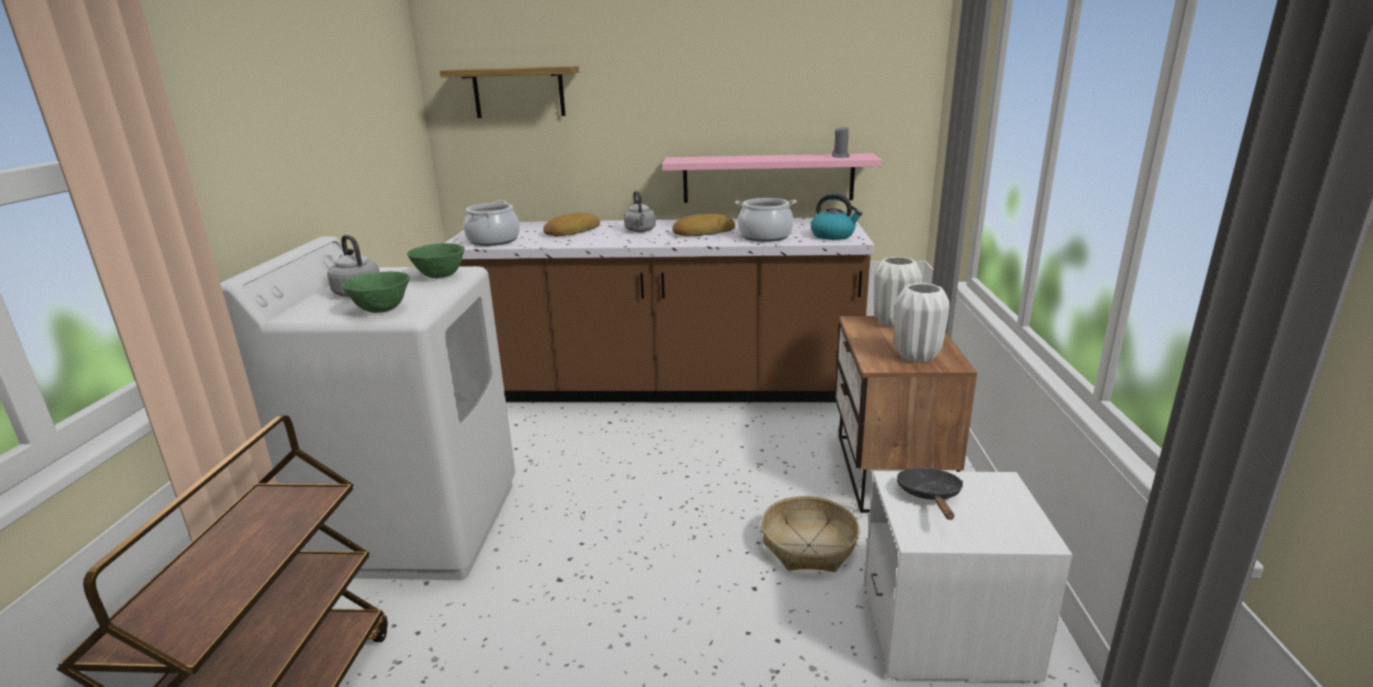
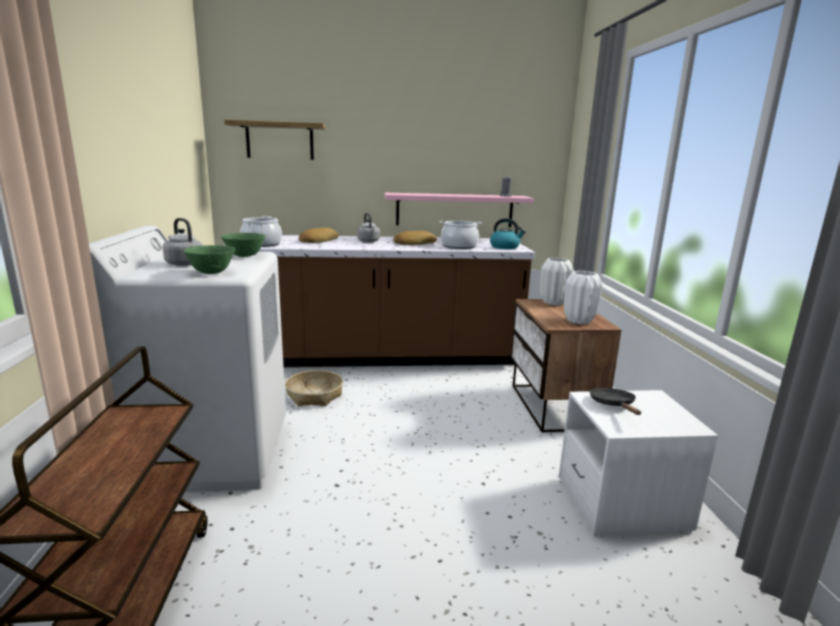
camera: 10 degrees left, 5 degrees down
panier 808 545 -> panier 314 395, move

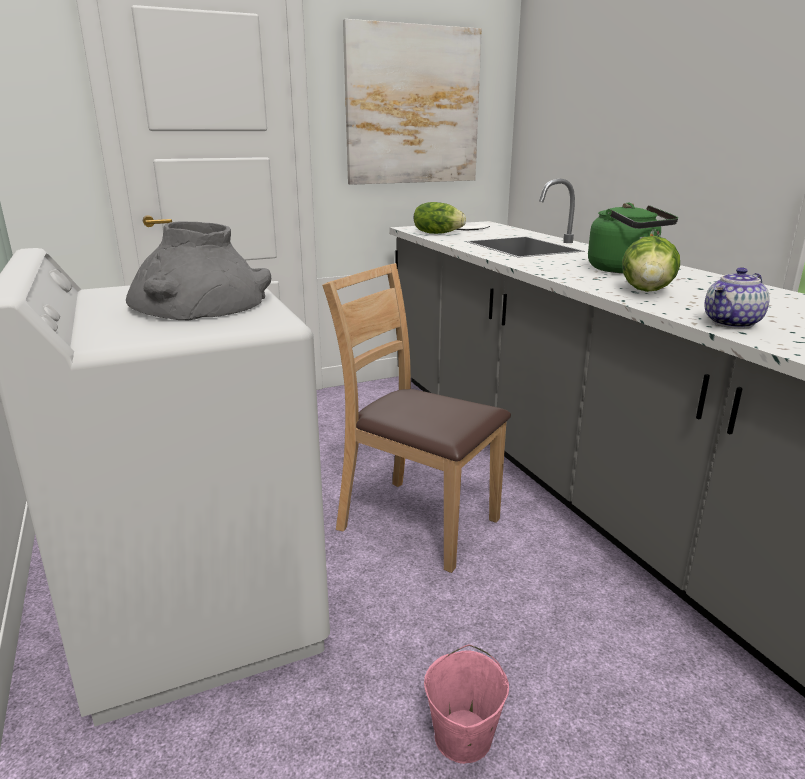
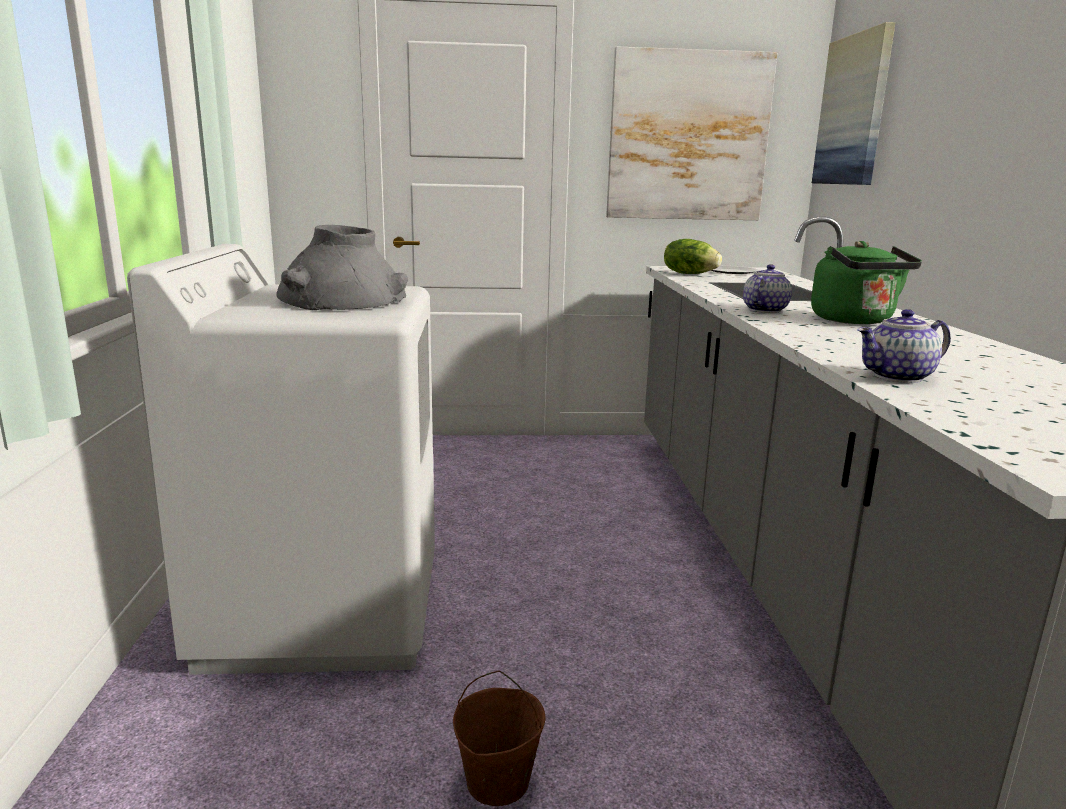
camera: 20 degrees right, 5 degrees down
chaise/marron 417 522 -> none
laitue 647 291 -> none
none -> théière 764 310
none -> tableau 853 111
seau/rose 463 738 -> seau/marron 497 782

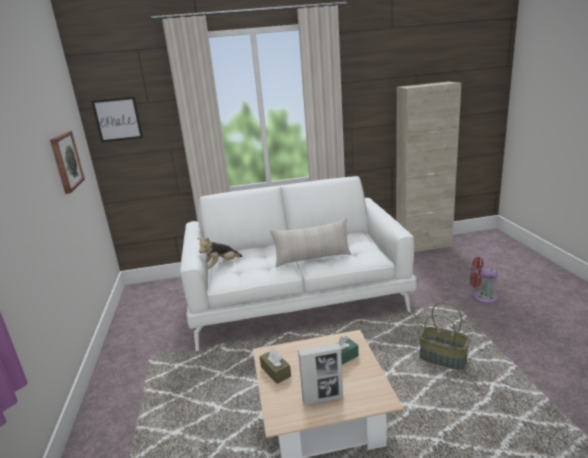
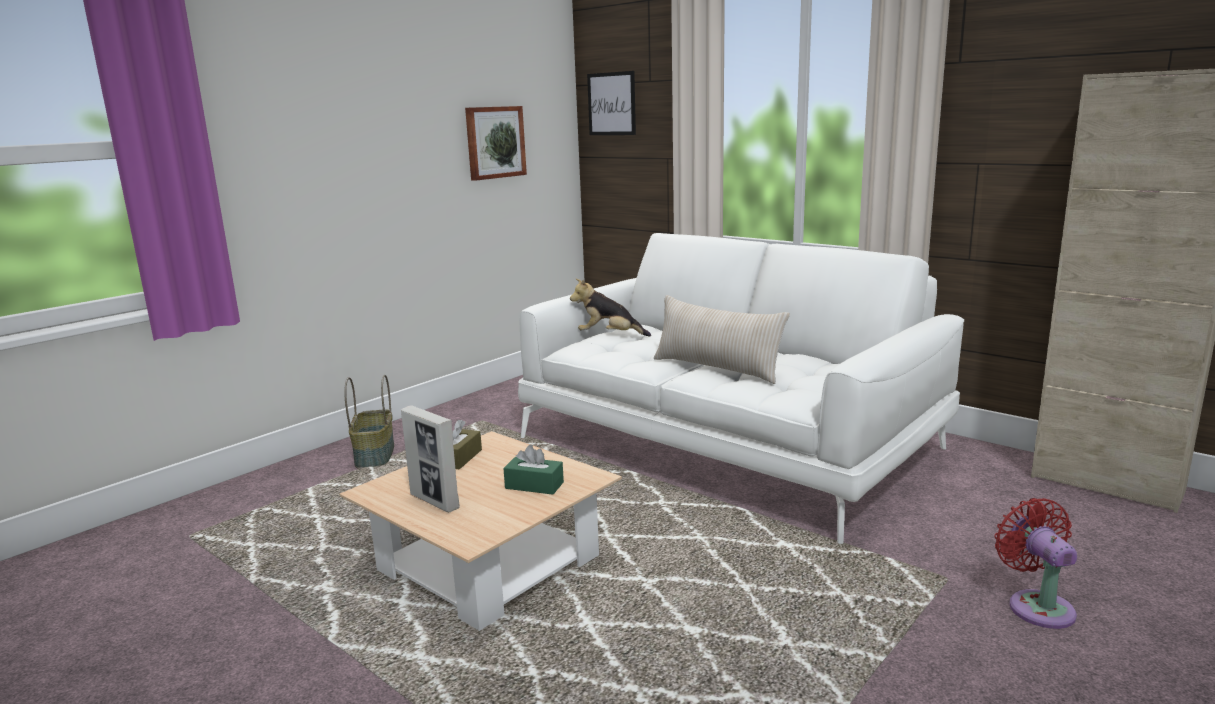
camera: 50 degrees right, 5 degrees down
panier 443 358 -> panier 376 455, move

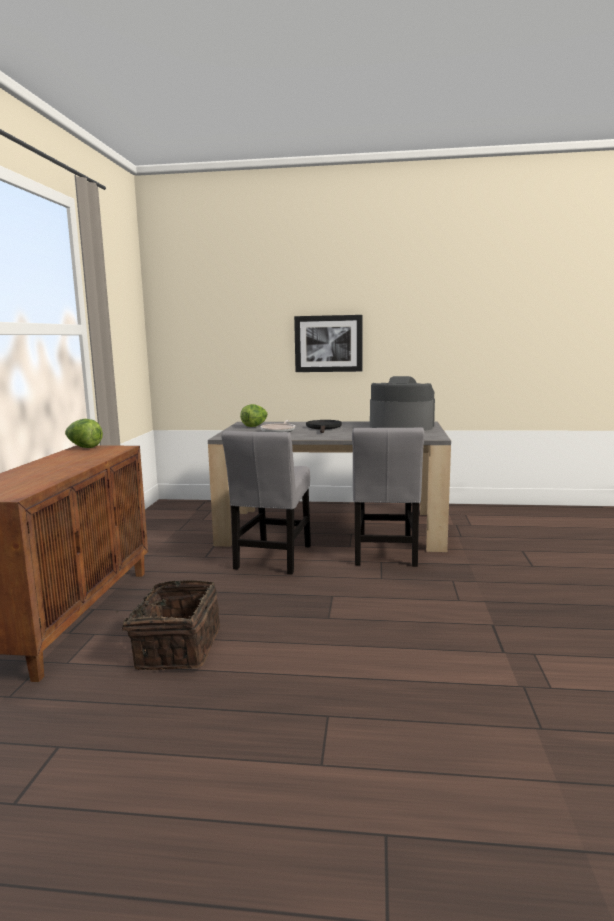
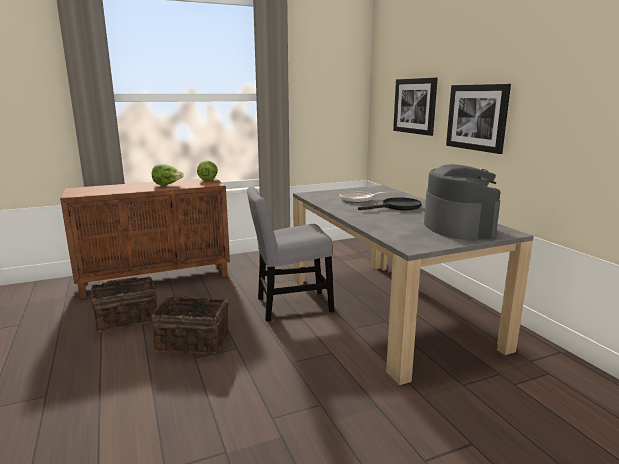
camera: 60 degrees right, 5 degrees up
chaise/gris 385 553 -> none
none -> panier 194 341
none -> tableau 415 106
laitue 255 426 -> laitue 167 185, move

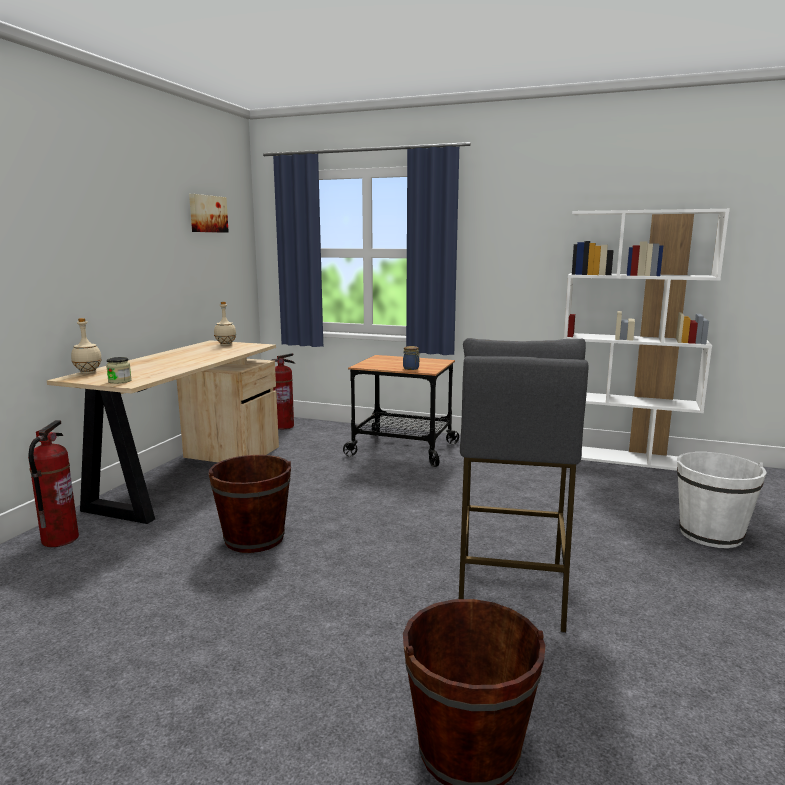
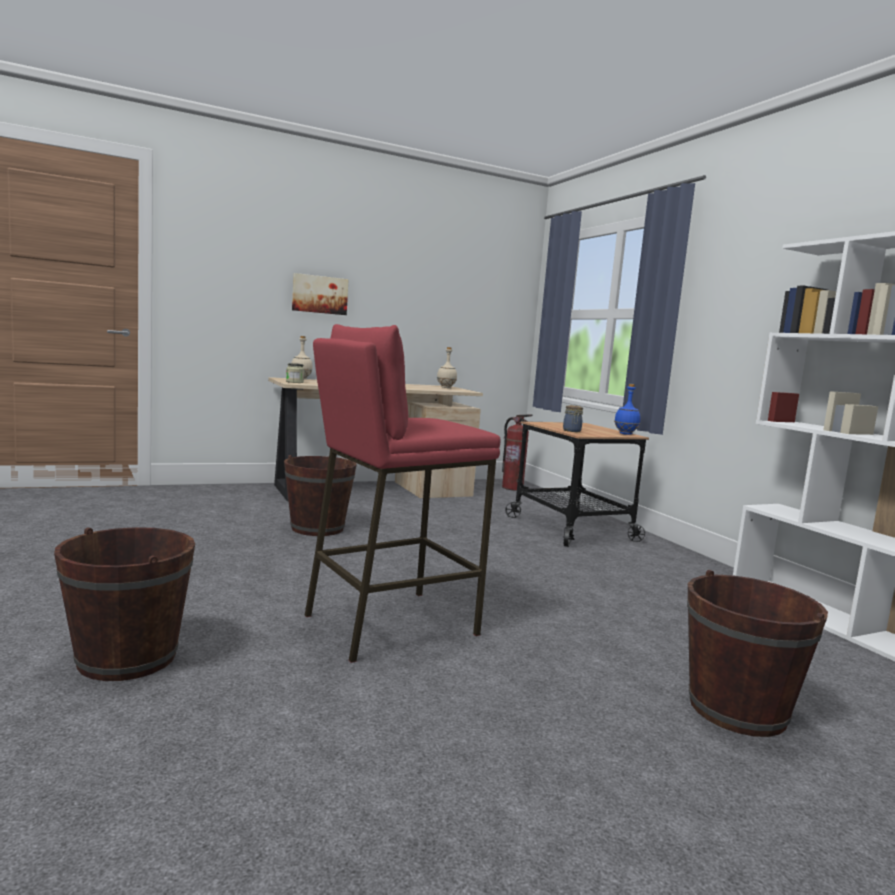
camera: 45 degrees right, 5 degrees down
extincteur 60 539 -> none
none -> bouteille/bleu 625 434
tableau 207 214 -> tableau 319 294, move
tabouret/gris 509 589 -> tabouret/rouge 389 624
seau/blanc 710 534 -> seau/marron 737 710

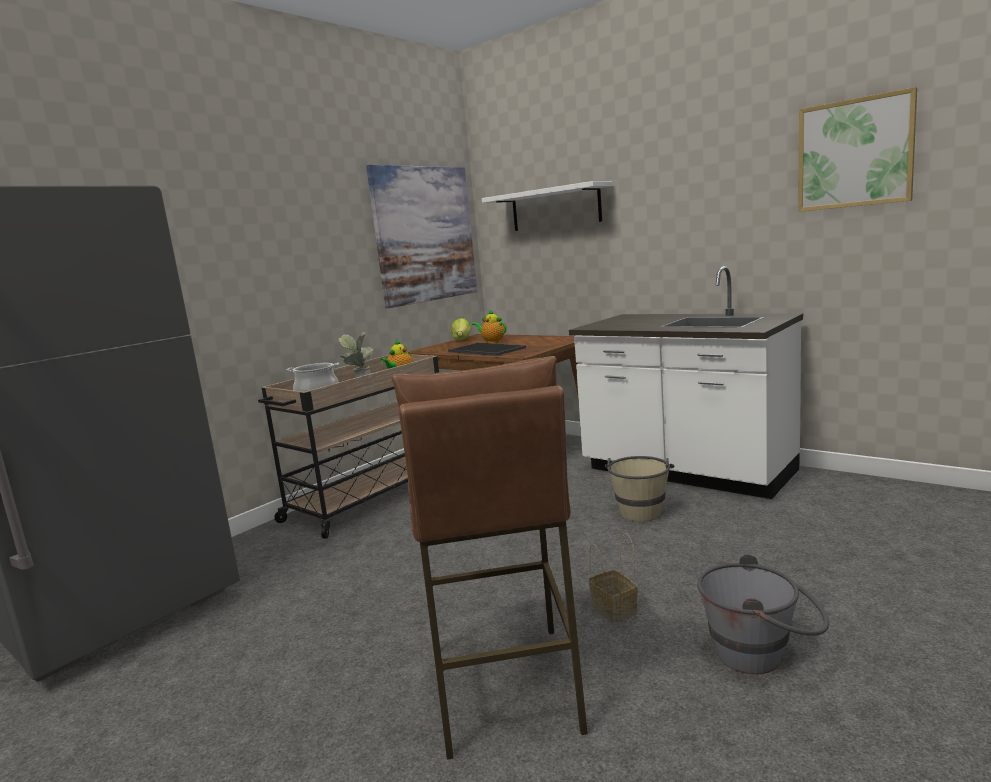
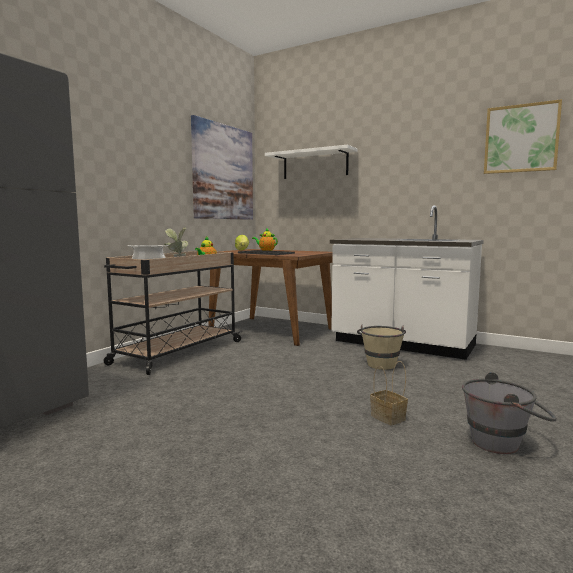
camera: 10 degrees left, 5 degrees down
tabouret/marron 503 687 -> none

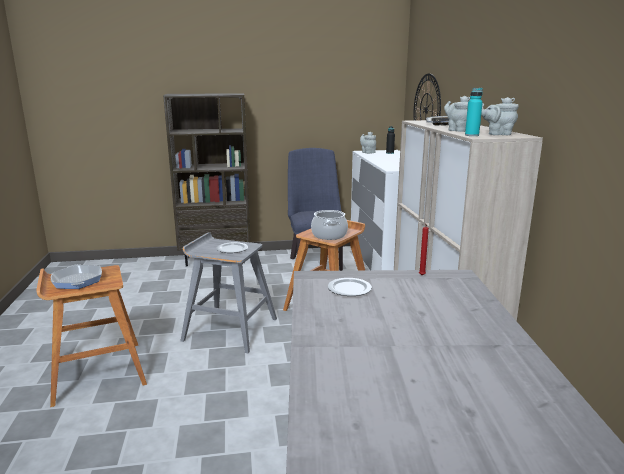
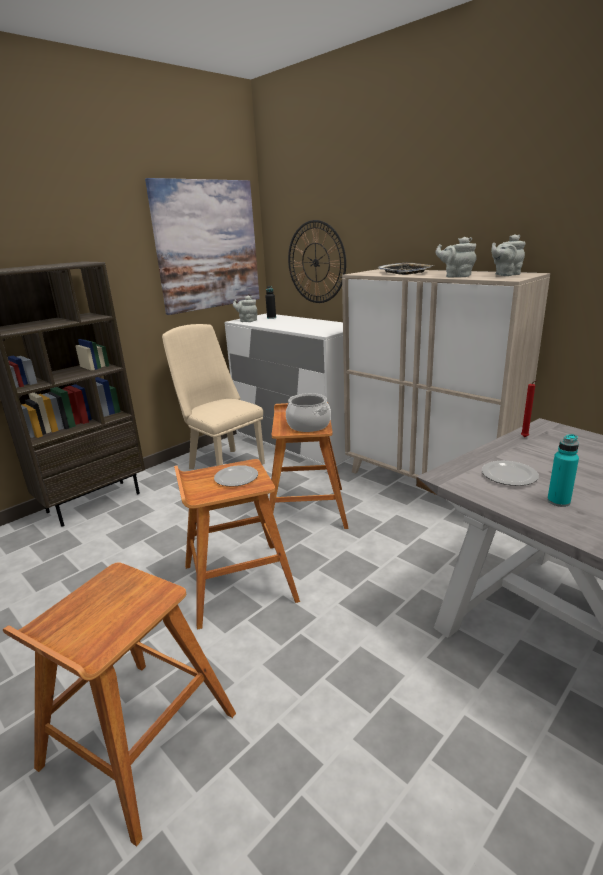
camera: 35 degrees left, 5 degrees up
poêle 77 281 -> none
none -> tableau 207 245
bouteille/turquoise 471 135 -> bouteille/turquoise 558 501, move
tabouret/gris 229 329 -> tabouret/marron 237 583
chaise/bleu 315 262 -> chaise/beige 223 464

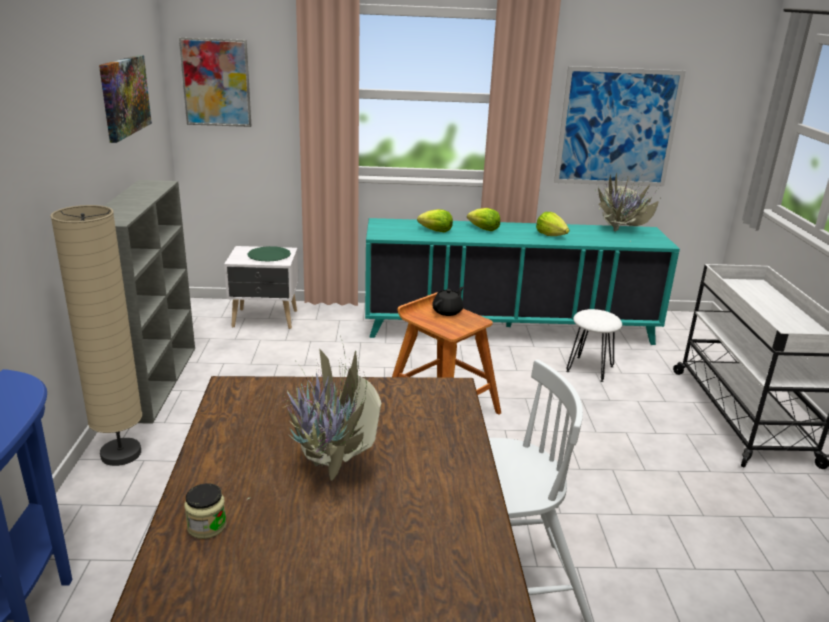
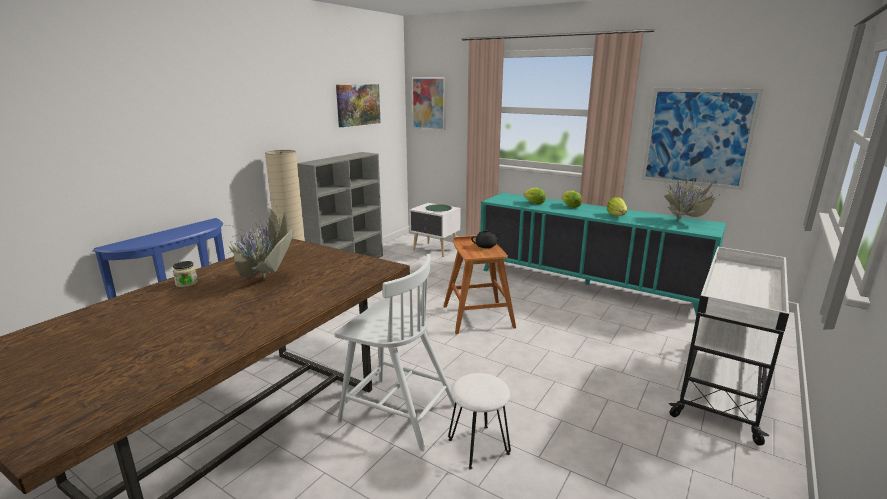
camera: 35 degrees right, 5 degrees down
tabouret/blanc 589 369 -> tabouret/blanc 478 446, move

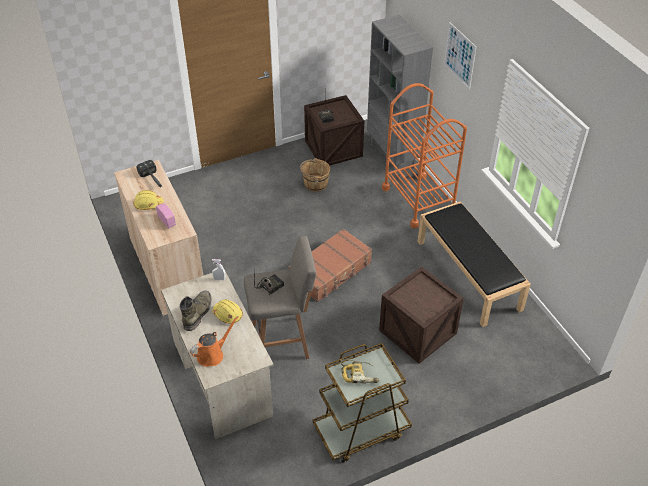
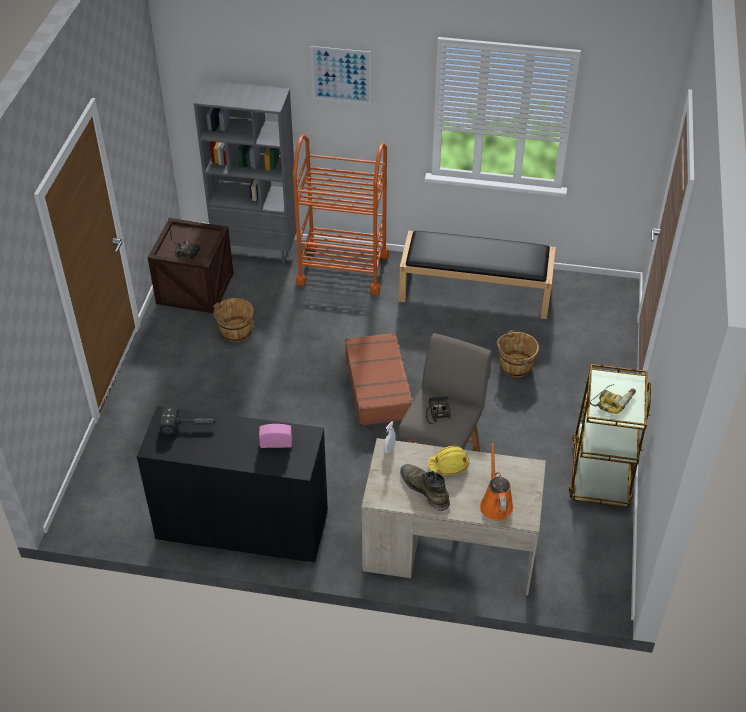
camera: 55 degrees left, 0 degrees up
casque de chantier/jaune 148 204 -> none
caisse 418 331 -> seau/marron 515 366
meuble de rangement/beige 168 269 -> meuble de rangement/noir 242 526

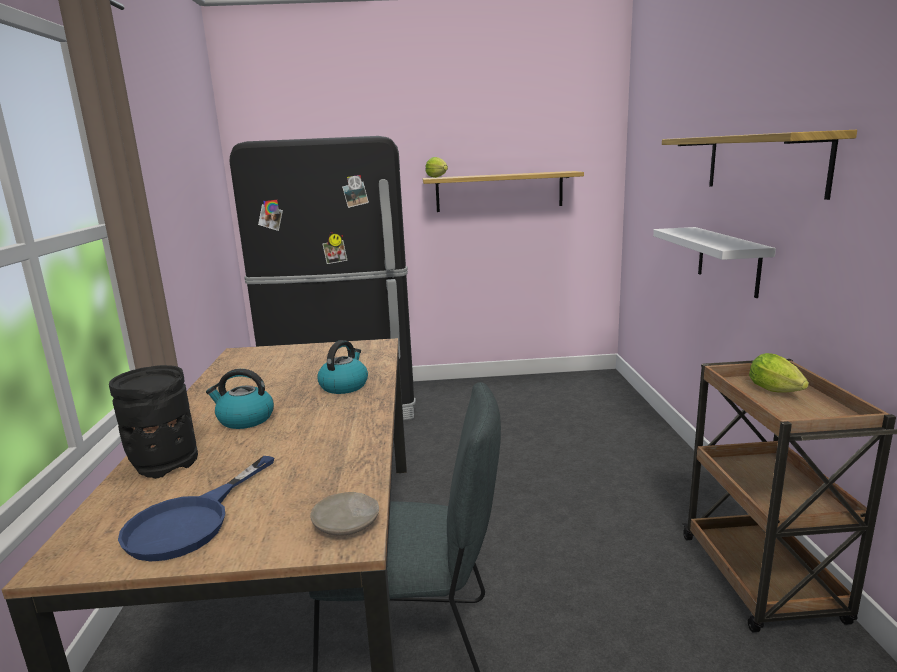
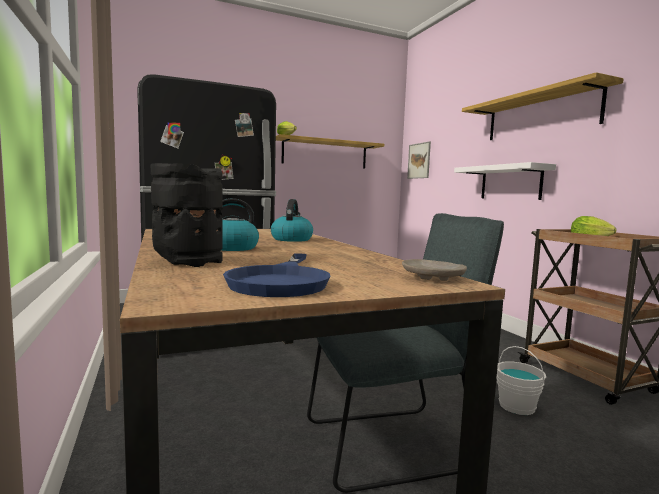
camera: 20 degrees left, 10 degrees down
none -> tableau 419 160
none -> seau/blanc 517 406

